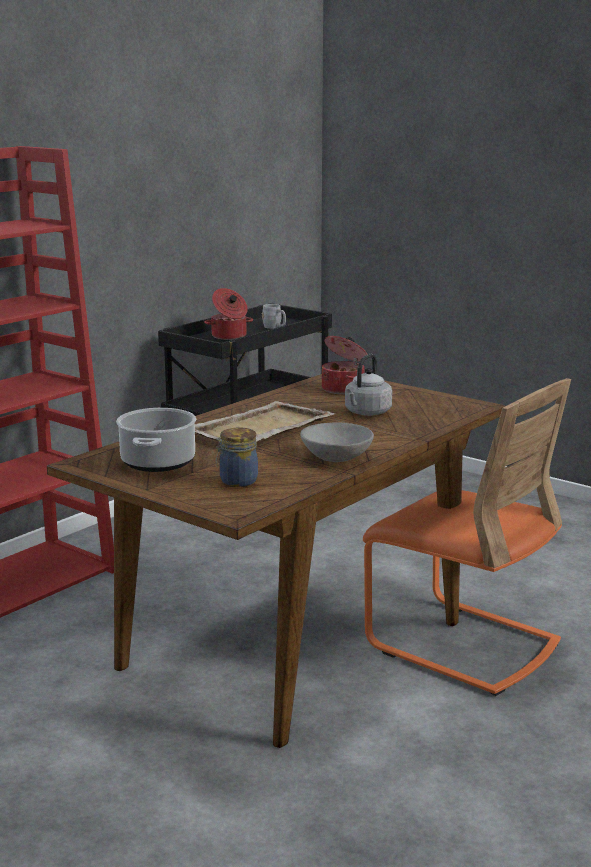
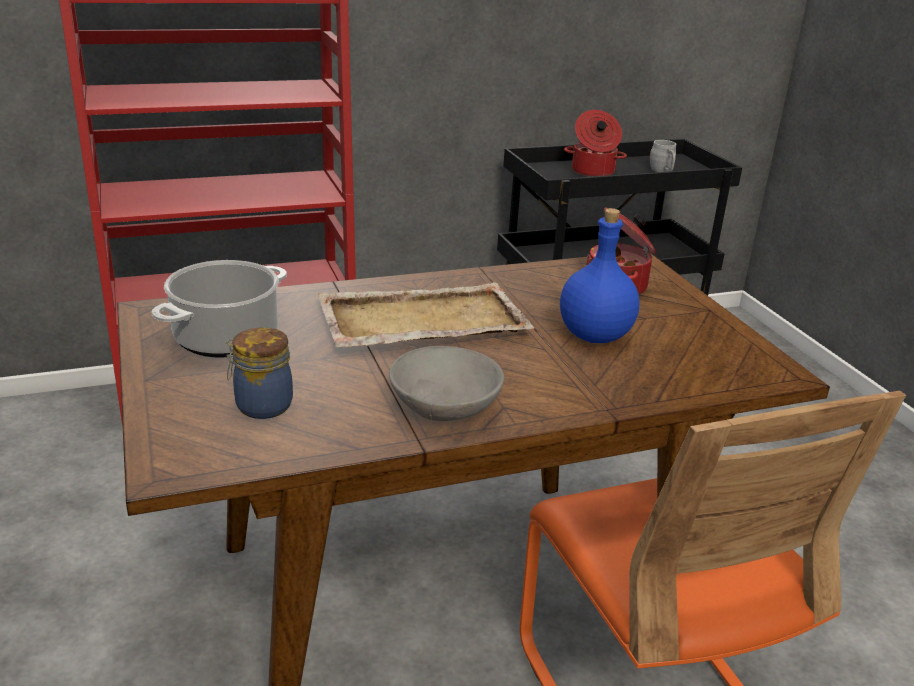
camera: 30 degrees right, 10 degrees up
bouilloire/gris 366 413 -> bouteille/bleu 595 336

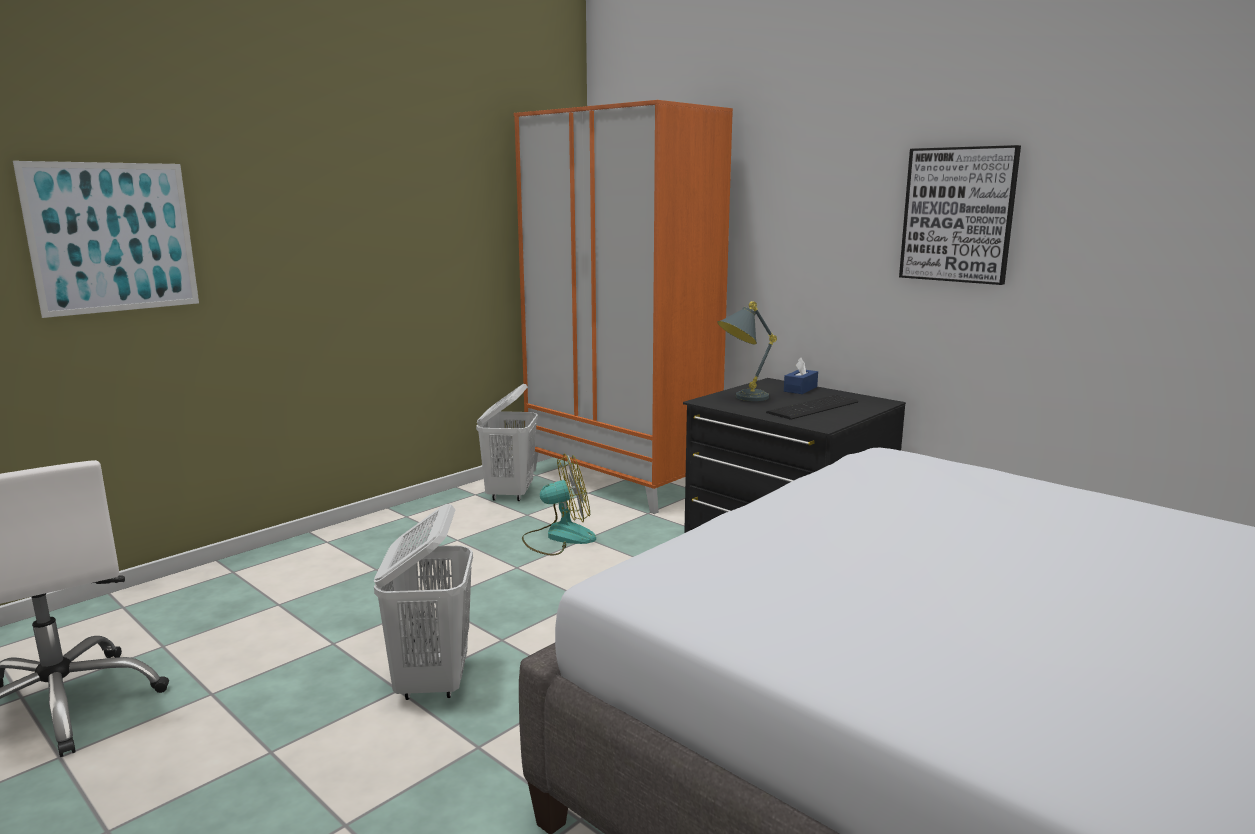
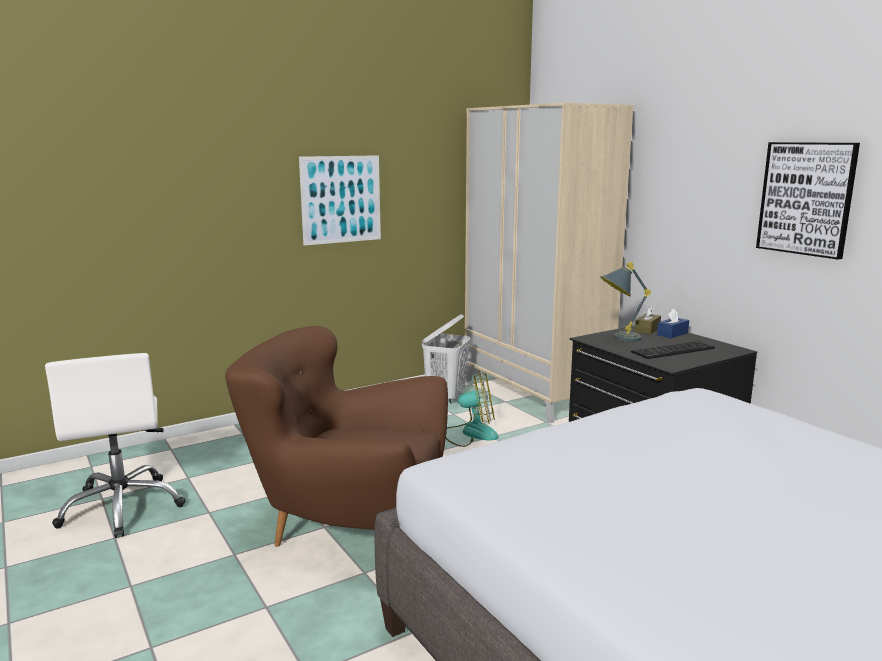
camera: 15 degrees right, 0 degrees up
none -> boîte à mouchoirs/marron 647 330
tableau 113 237 -> tableau 341 199, move
panier à linge/blanc 433 682 -> fauteuil/marron 348 525
armoire/orange 622 479 -> armoire/beige 535 393

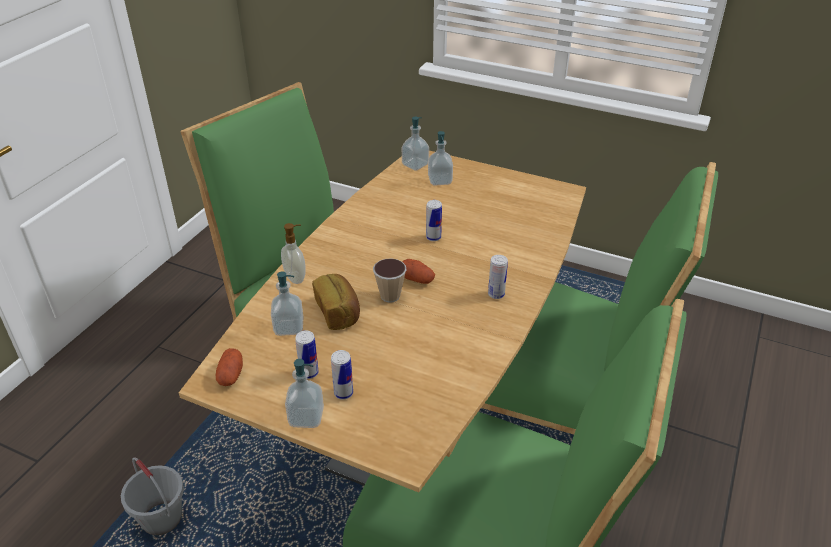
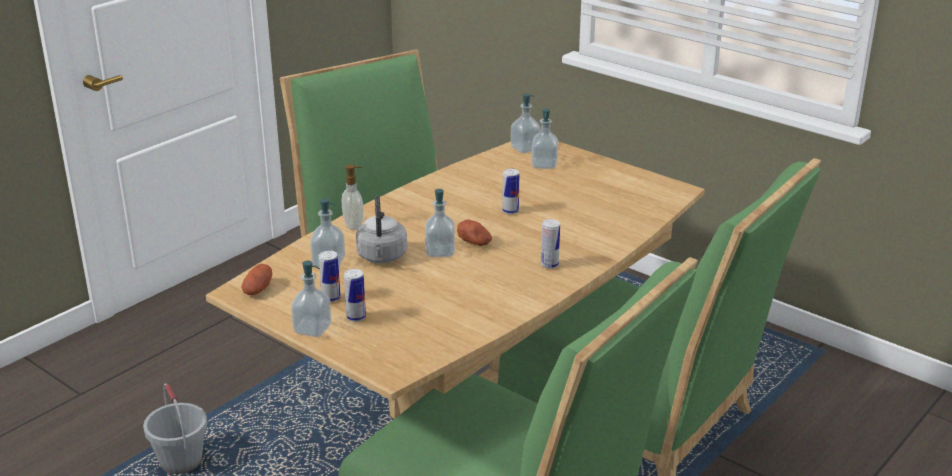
camera: 15 degrees right, 10 degrees down
pain 338 312 -> bouilloire/gris 382 257
tasse 390 296 -> distributeur de savon 440 252

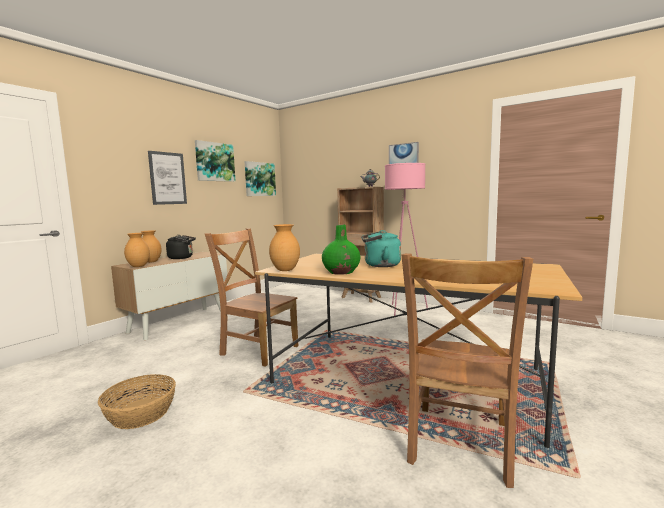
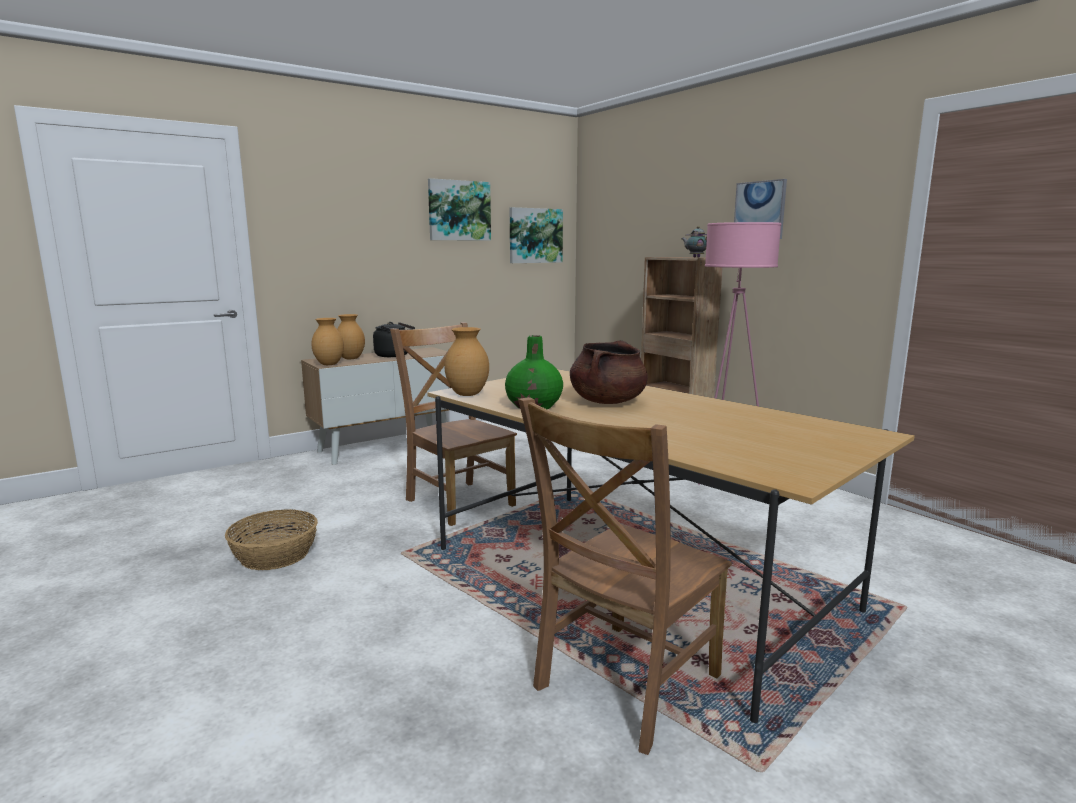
camera: 20 degrees right, 5 degrees up
tableau 168 178 -> none
bouilloire/turquoise 380 265 -> marmite/marron 607 401

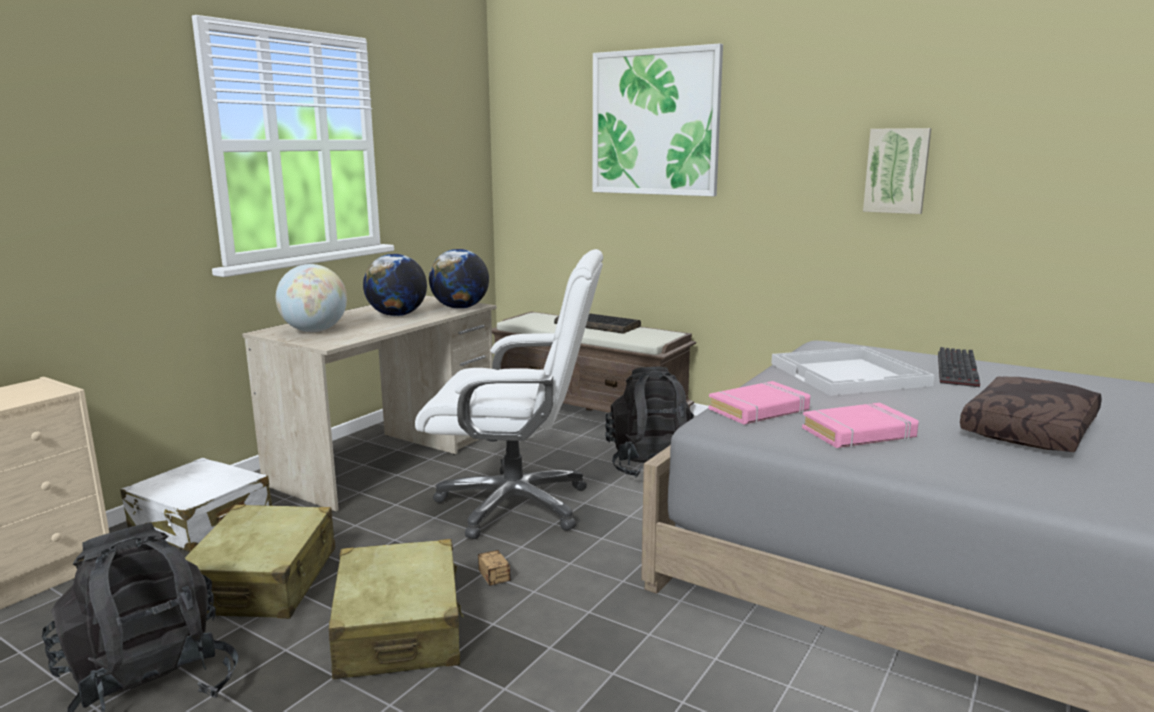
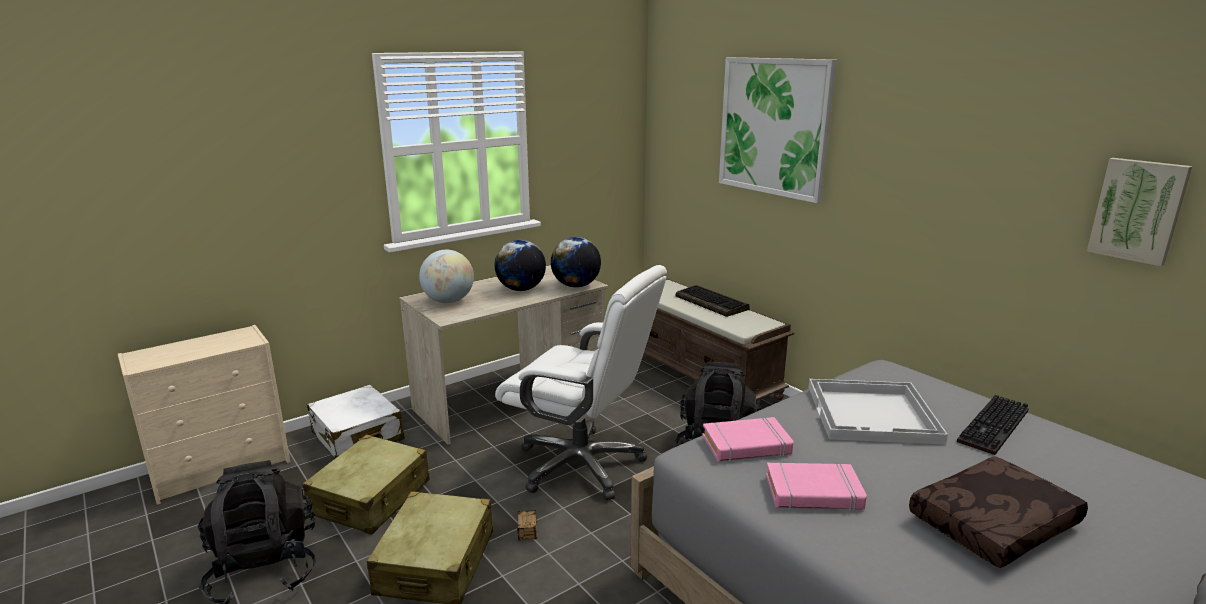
camera: 20 degrees right, 5 degrees up
tableau 897 170 -> tableau 1138 210, move

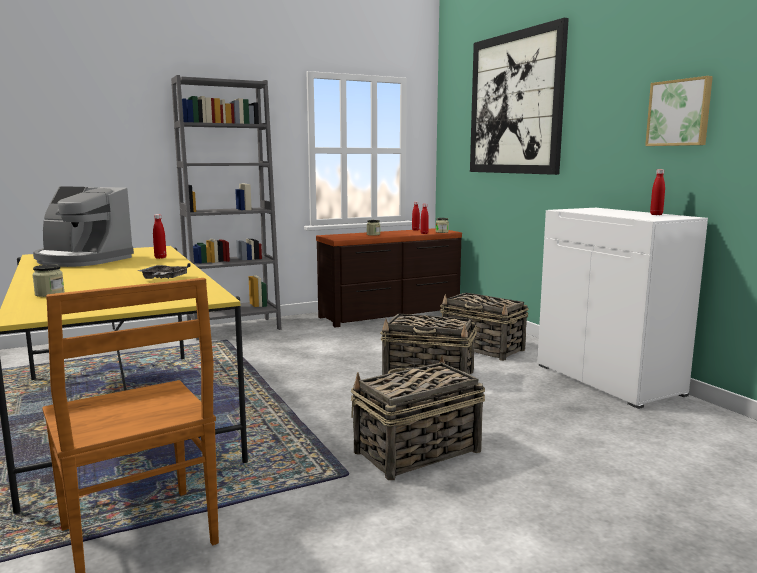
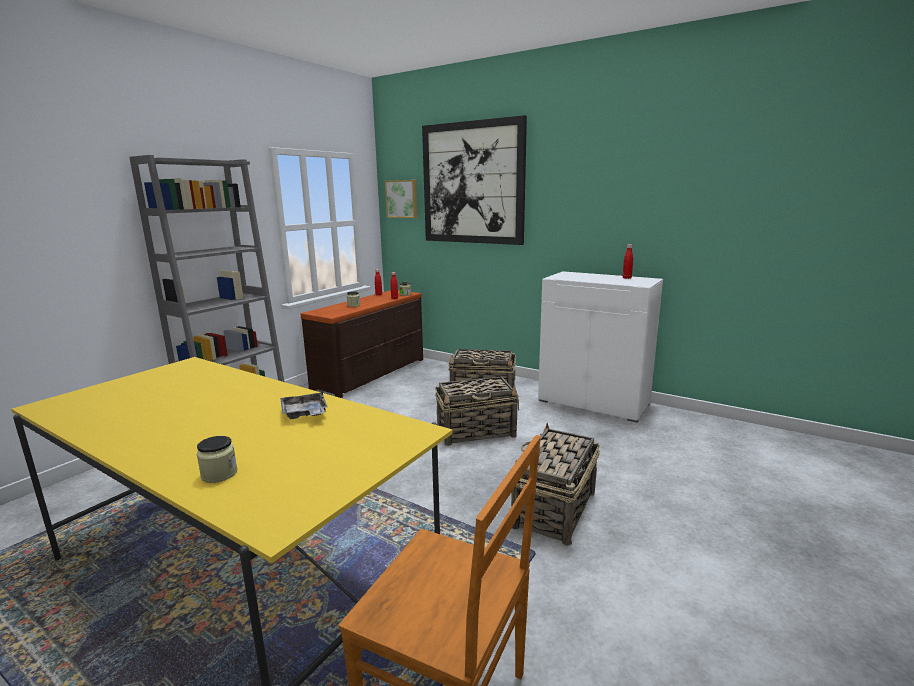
camera: 30 degrees left, 5 degrees up
machine à café 82 260 -> none
bouteille/rouge 160 257 -> none
tableau 679 113 -> tableau 402 199, move

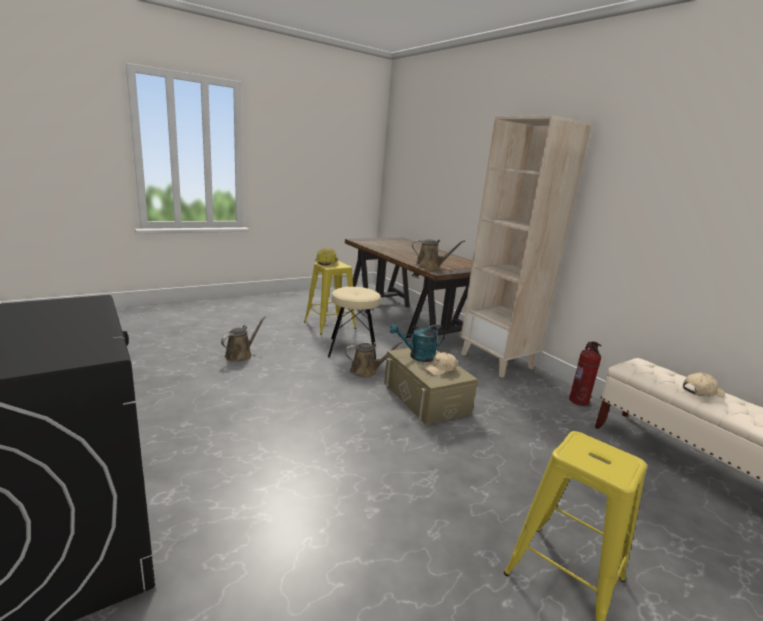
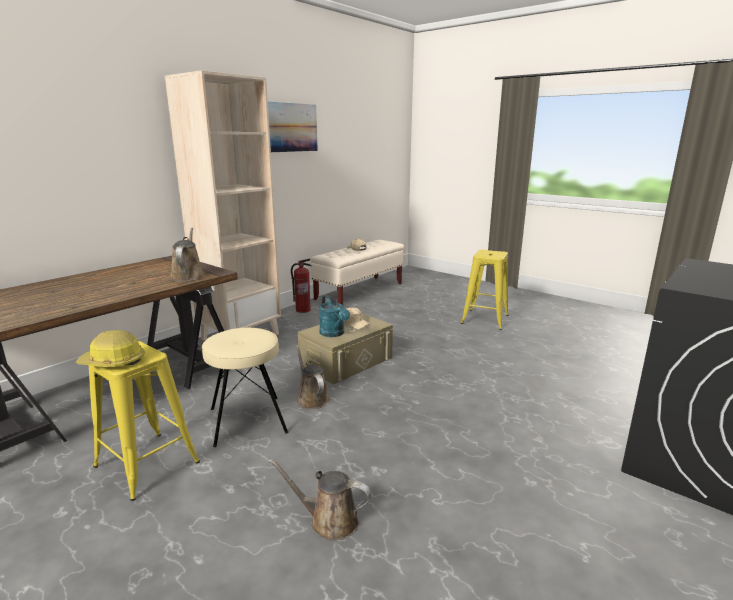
camera: 105 degrees left, 0 degrees up
none -> tableau 290 127

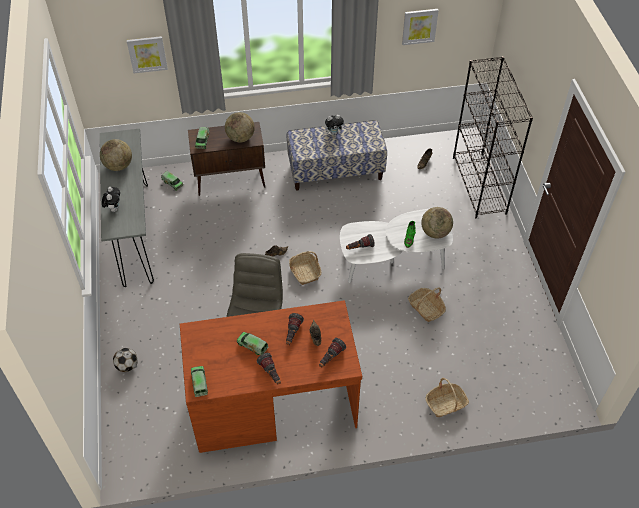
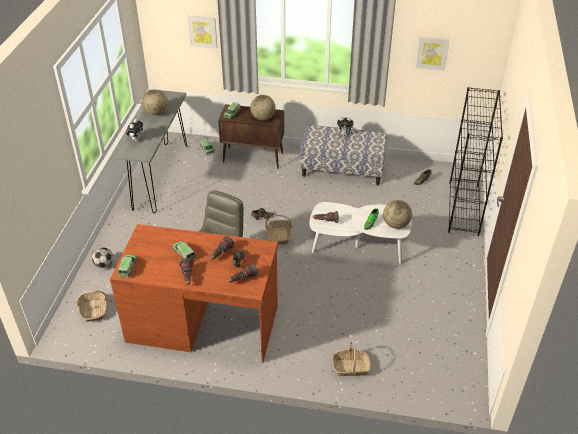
camera: 20 degrees right, 10 degrees down
panier 426 308 -> panier 93 310, move

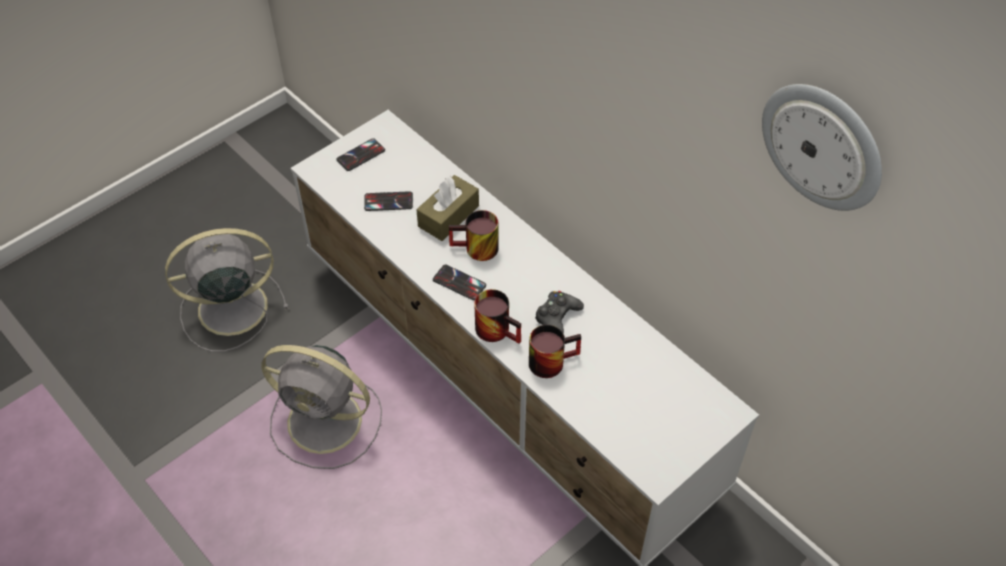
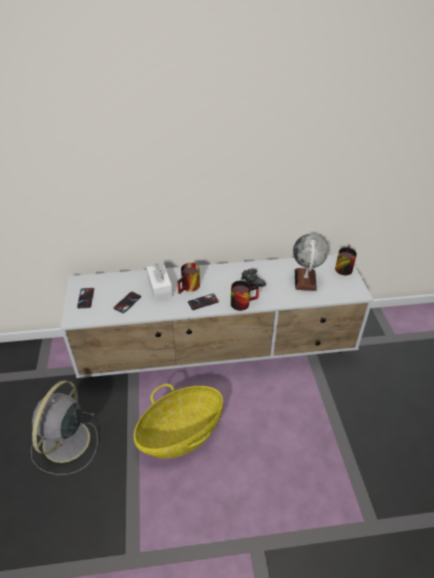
camera: 55 degrees left, 10 degrees down
horloge murale 823 145 -> none
none -> globe 305 280
mug 551 359 -> mug 342 267, move
ventilateur/gris 328 422 -> panier 181 433
boîte à mouchoirs/marron 448 216 -> boîte à mouchoirs/blanc 160 287

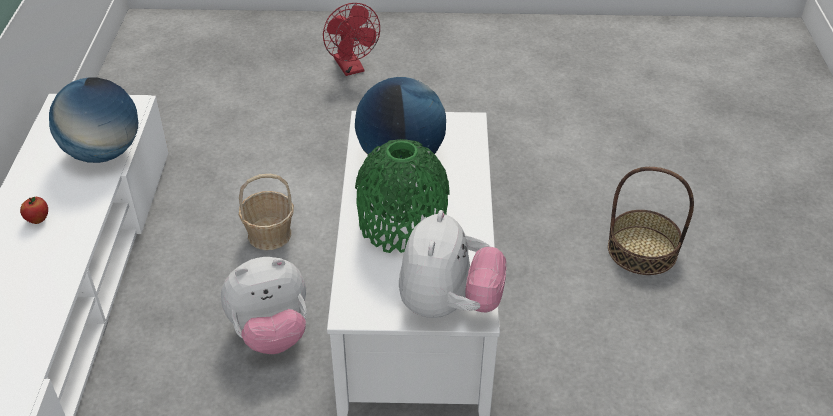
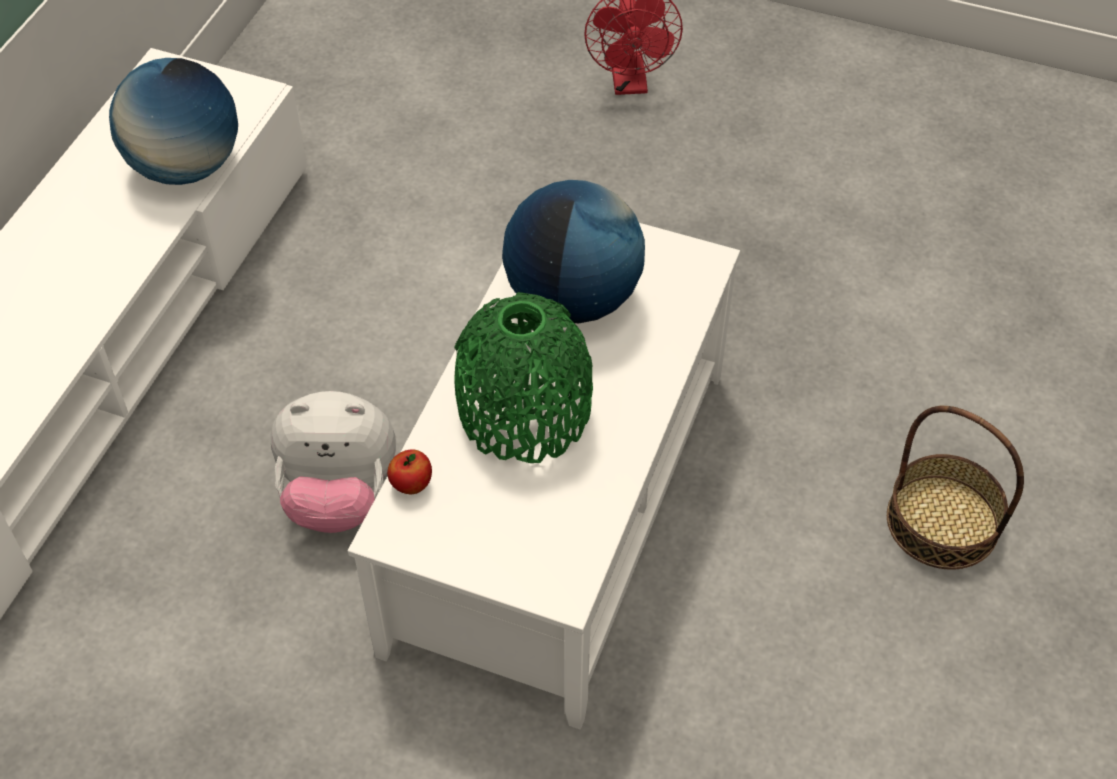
camera: 20 degrees right, 10 degrees up
panier 269 234 -> none
peluche 448 305 -> none
pomme 38 219 -> pomme 411 484, move

